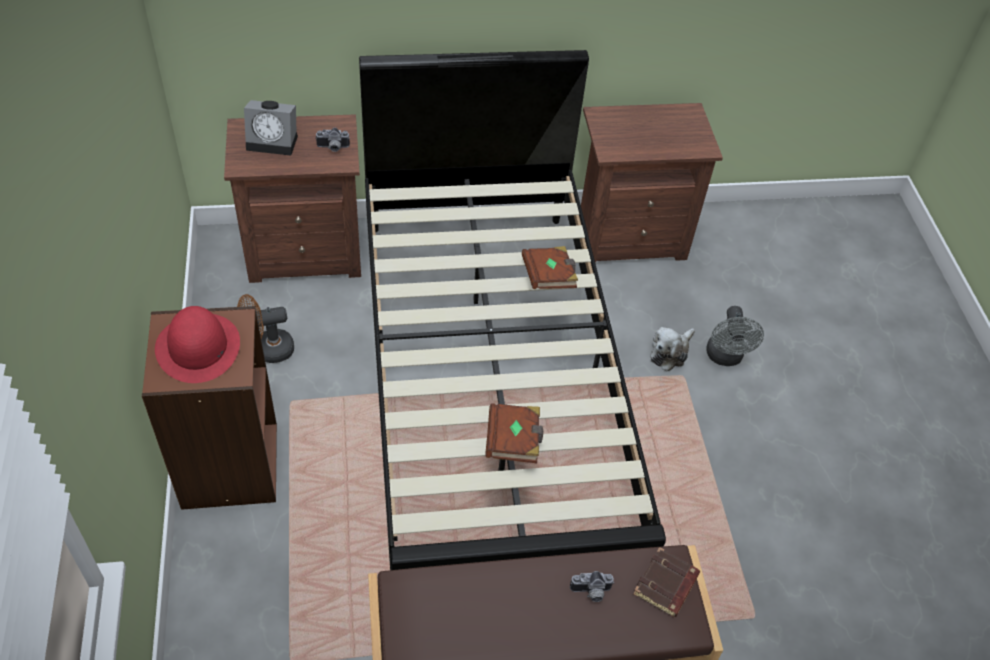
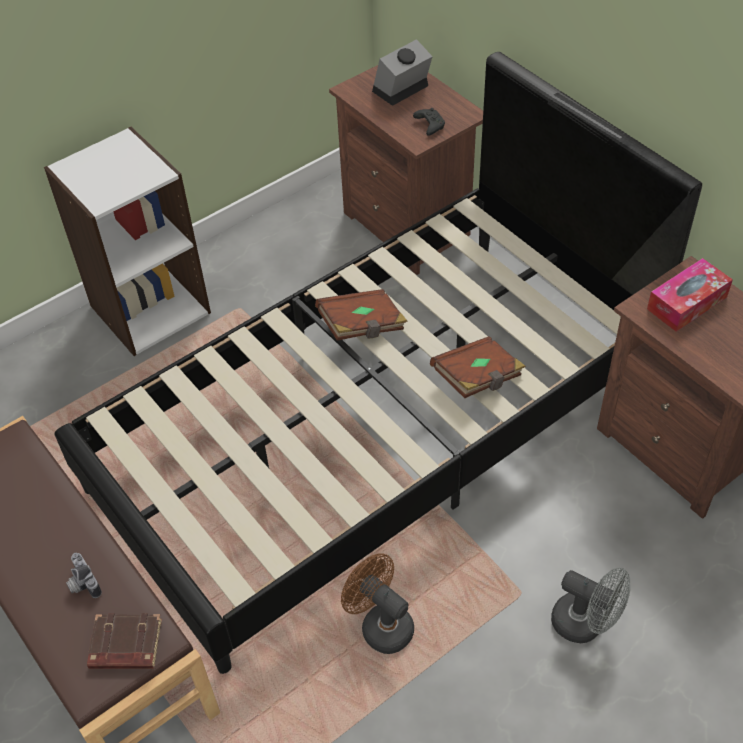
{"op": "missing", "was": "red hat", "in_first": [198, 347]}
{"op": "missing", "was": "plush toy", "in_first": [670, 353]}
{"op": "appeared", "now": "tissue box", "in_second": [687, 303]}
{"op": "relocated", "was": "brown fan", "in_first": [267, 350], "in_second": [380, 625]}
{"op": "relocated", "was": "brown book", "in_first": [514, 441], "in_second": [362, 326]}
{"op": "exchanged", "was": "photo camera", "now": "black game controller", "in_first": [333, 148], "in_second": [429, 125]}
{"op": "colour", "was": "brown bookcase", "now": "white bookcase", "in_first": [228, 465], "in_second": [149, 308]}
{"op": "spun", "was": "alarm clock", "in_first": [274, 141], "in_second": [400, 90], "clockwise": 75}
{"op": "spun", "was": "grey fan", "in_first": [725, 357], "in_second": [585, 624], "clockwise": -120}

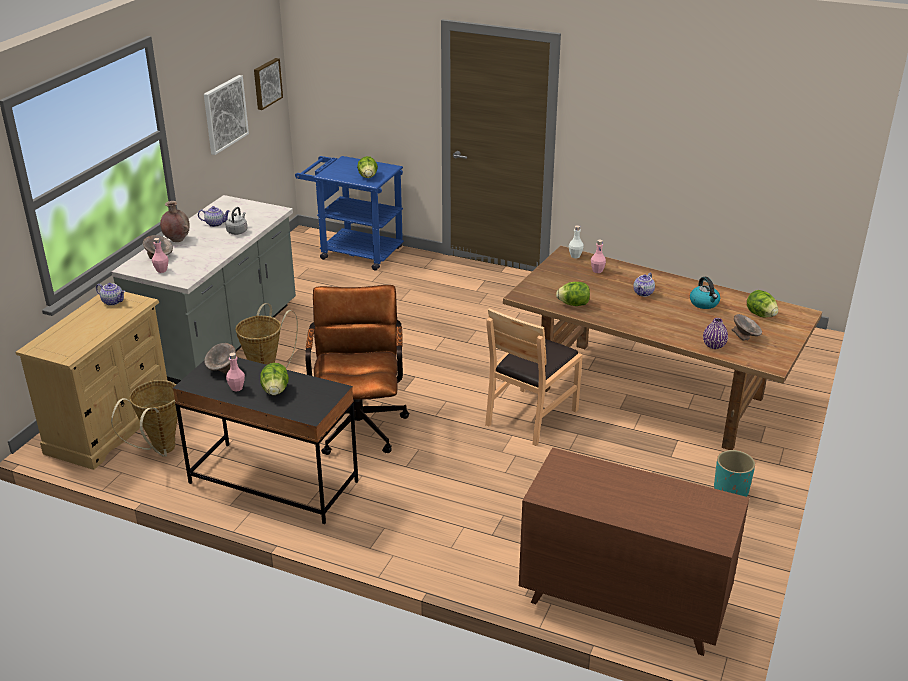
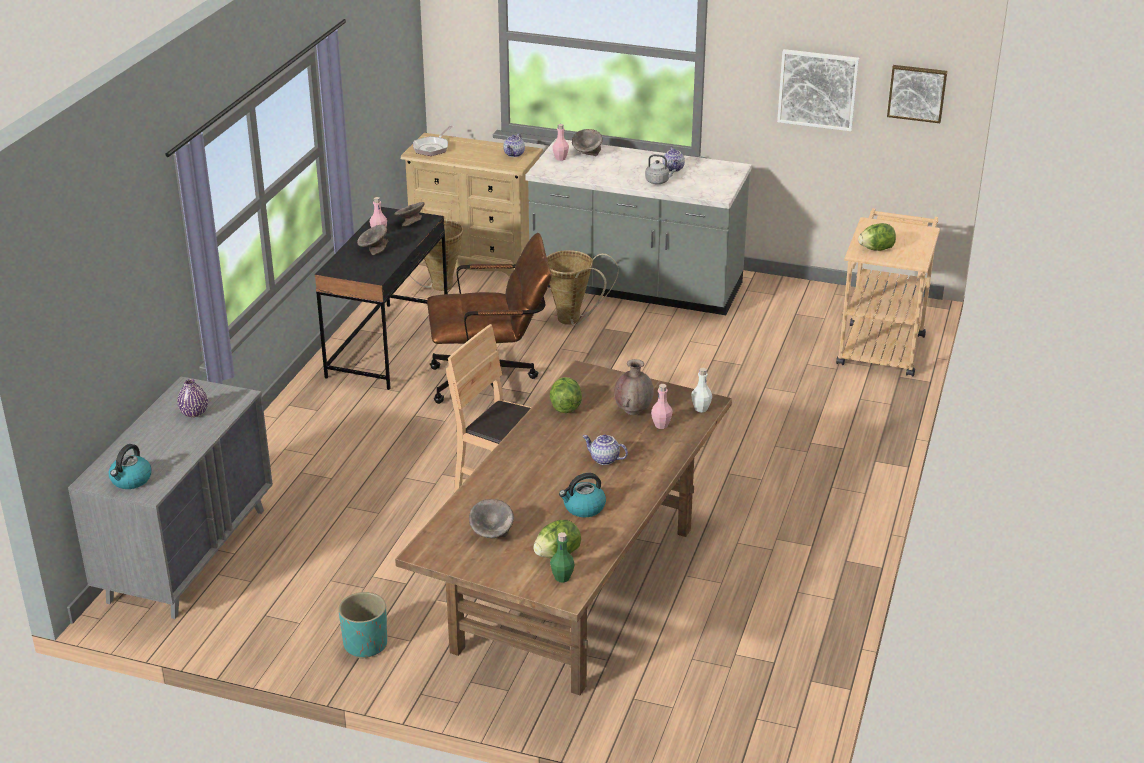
{"op": "appeared", "now": "kettle", "in_second": [131, 480]}
{"op": "appeared", "now": "frying pan", "in_second": [432, 148]}
{"op": "appeared", "now": "green bottle", "in_second": [562, 577]}
{"op": "relocated", "was": "brown vase", "in_first": [177, 240], "in_second": [633, 411]}
{"op": "relocated", "was": "purple vase", "in_first": [714, 345], "in_second": [194, 413]}
{"op": "exchanged", "was": "lettuce", "now": "grey bowl", "in_first": [275, 391], "in_second": [373, 250]}
{"op": "colour", "was": "blue cart", "now": "beige cart", "in_first": [354, 252], "in_second": [882, 345]}
{"op": "colour", "was": "brown dresser", "now": "grey dresser", "in_first": [623, 603], "in_second": [188, 554]}

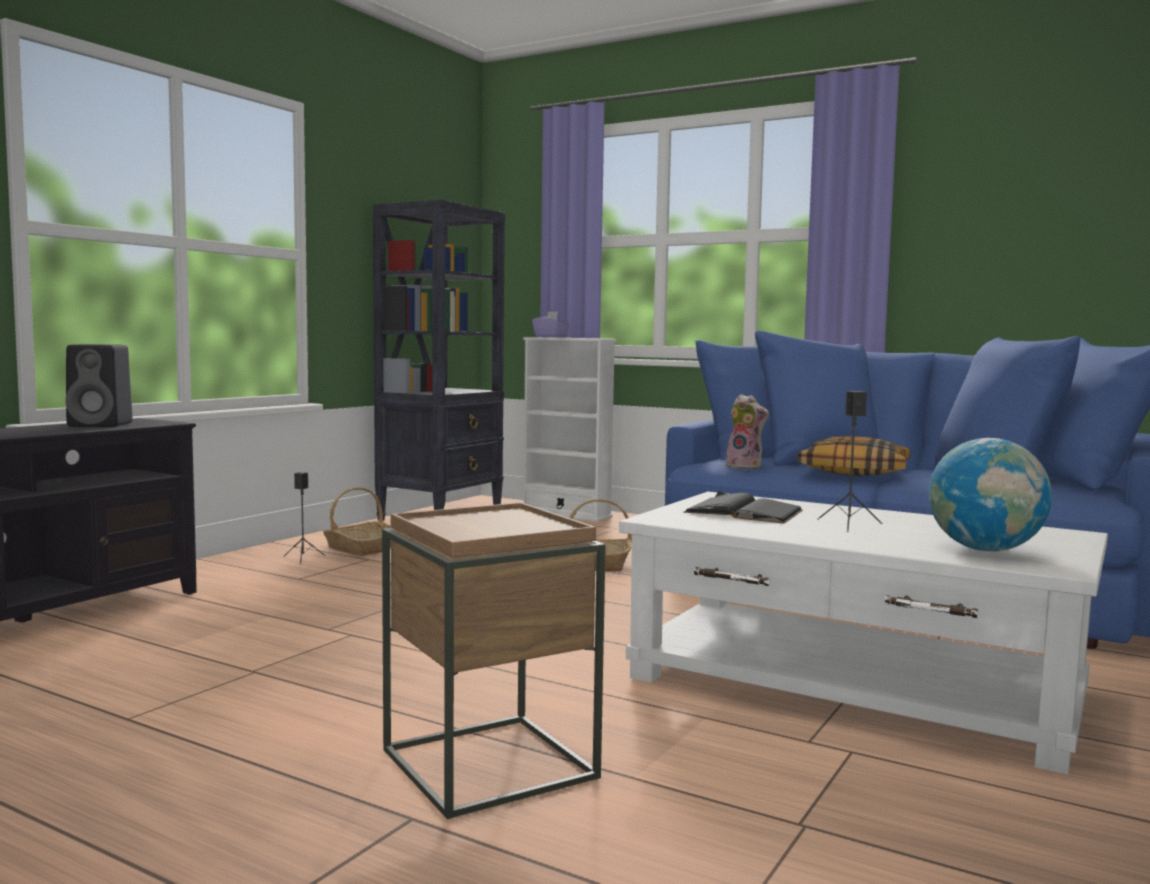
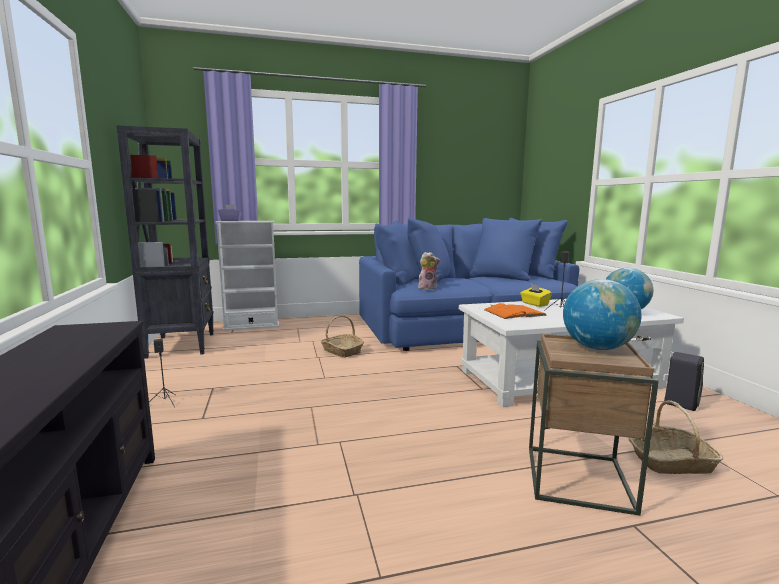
{"op": "missing", "was": "pillow", "in_first": [854, 471]}
{"op": "appeared", "now": "yellow tissue box", "in_second": [534, 304]}
{"op": "appeared", "now": "globe", "in_second": [597, 348]}
{"op": "relocated", "was": "black speaker", "in_first": [102, 425], "in_second": [681, 402]}
{"op": "relocated", "was": "basket", "in_first": [359, 548], "in_second": [671, 462]}
{"op": "colour", "was": "black book", "now": "orange book", "in_first": [743, 511], "in_second": [514, 312]}

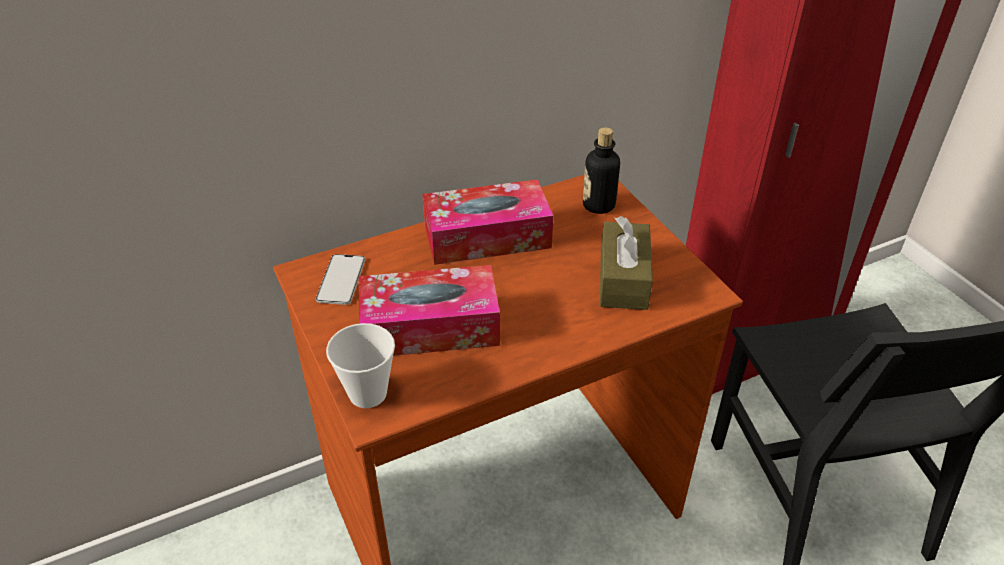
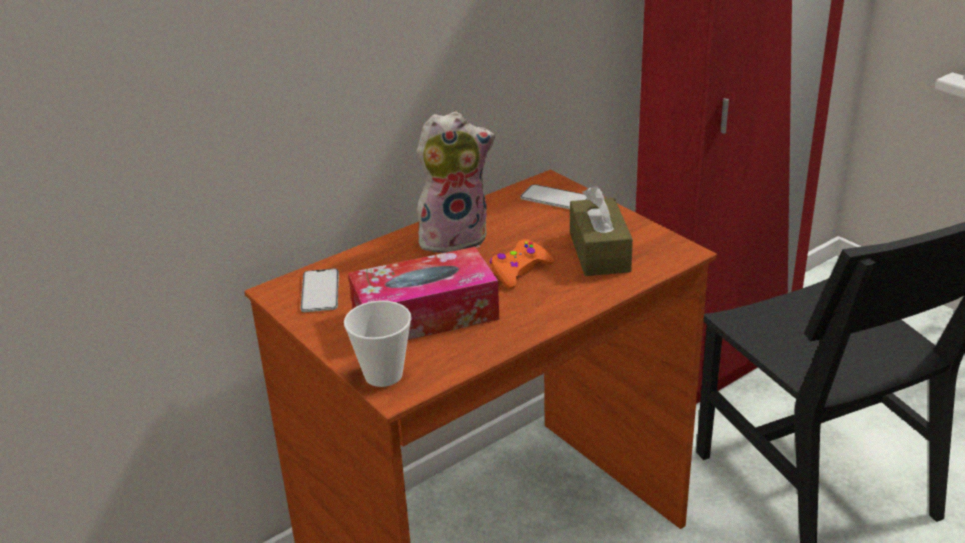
{"op": "appeared", "now": "orange game controller", "in_second": [519, 271]}
{"op": "exchanged", "was": "tissue box", "now": "plush toy", "in_first": [487, 237], "in_second": [454, 237]}
{"op": "exchanged", "was": "bottle", "now": "phone", "in_first": [598, 205], "in_second": [554, 198]}

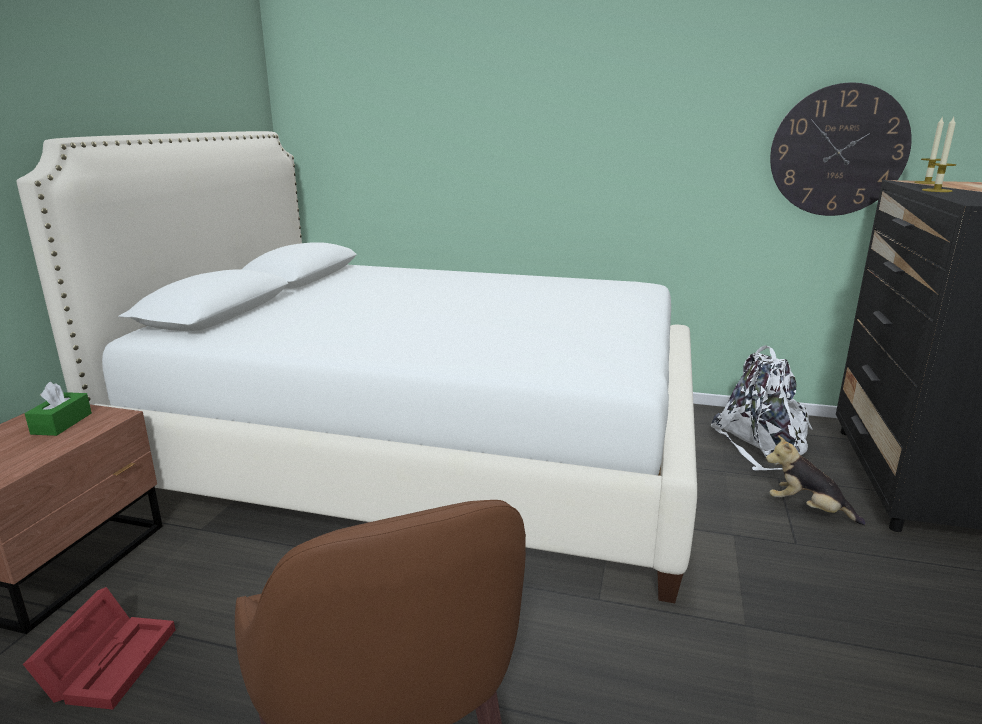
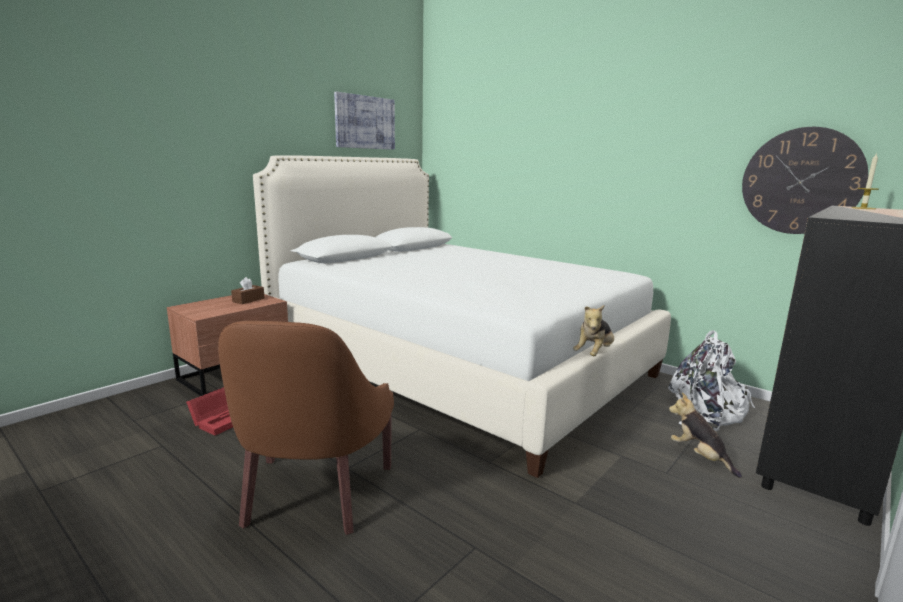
{"op": "missing", "was": "candle", "in_first": [936, 190]}
{"op": "appeared", "now": "picture", "in_second": [365, 122]}
{"op": "appeared", "now": "plush toy", "in_second": [594, 354]}
{"op": "colour", "was": "green tissue box", "now": "brown tissue box", "in_first": [62, 423], "in_second": [248, 300]}

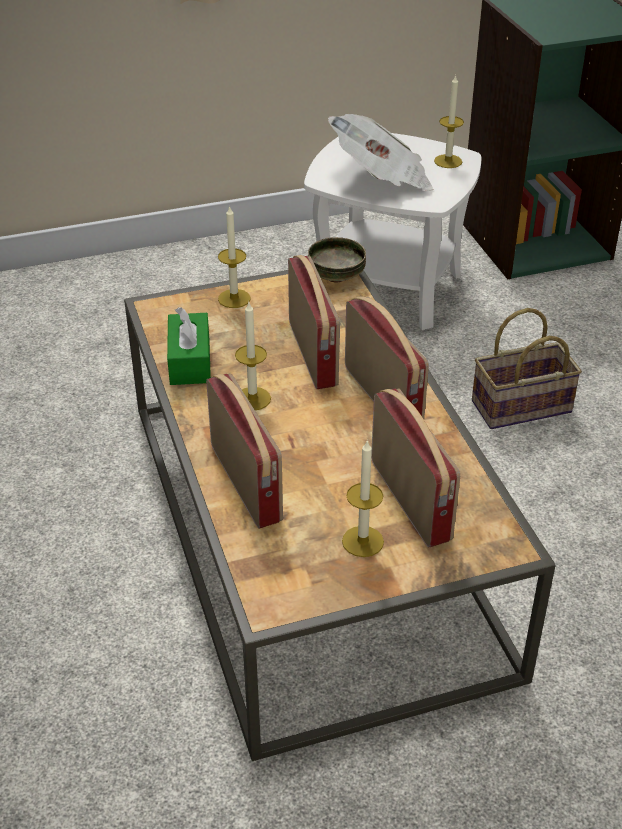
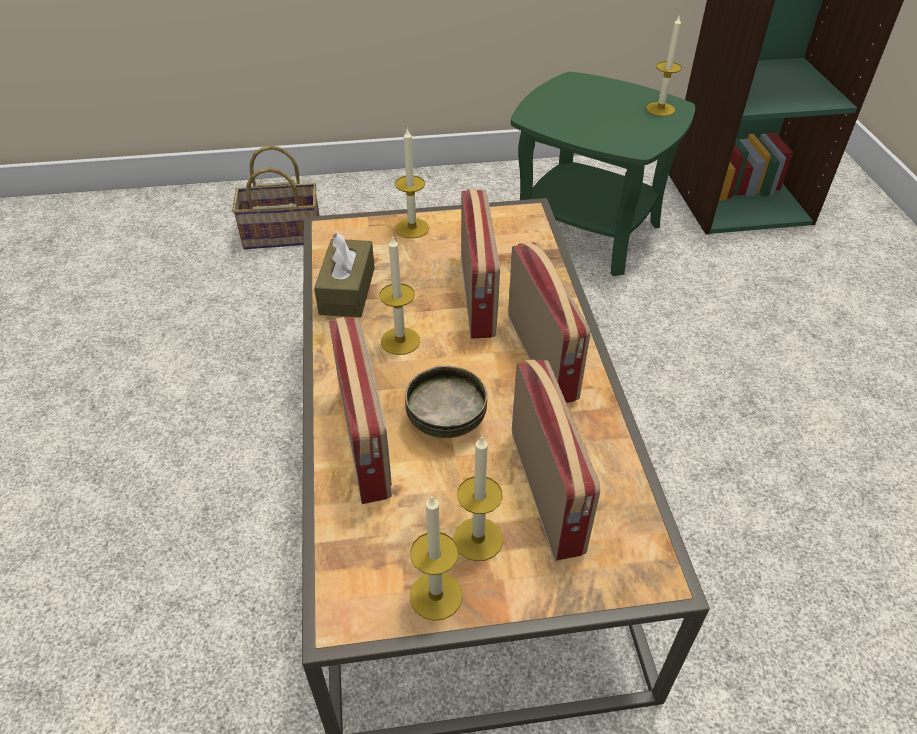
{"op": "missing", "was": "newspaper", "in_first": [382, 179]}
{"op": "appeared", "now": "candle", "in_second": [436, 595]}
{"op": "relocated", "was": "bowl", "in_first": [335, 276], "in_second": [445, 420]}
{"op": "relocated", "was": "basket", "in_first": [520, 408], "in_second": [280, 236]}
{"op": "colour", "was": "green tissue box", "now": "brown tissue box", "in_first": [190, 361], "in_second": [347, 290]}
{"op": "colour", "was": "white side table", "now": "green side table", "in_first": [388, 288], "in_second": [587, 231]}

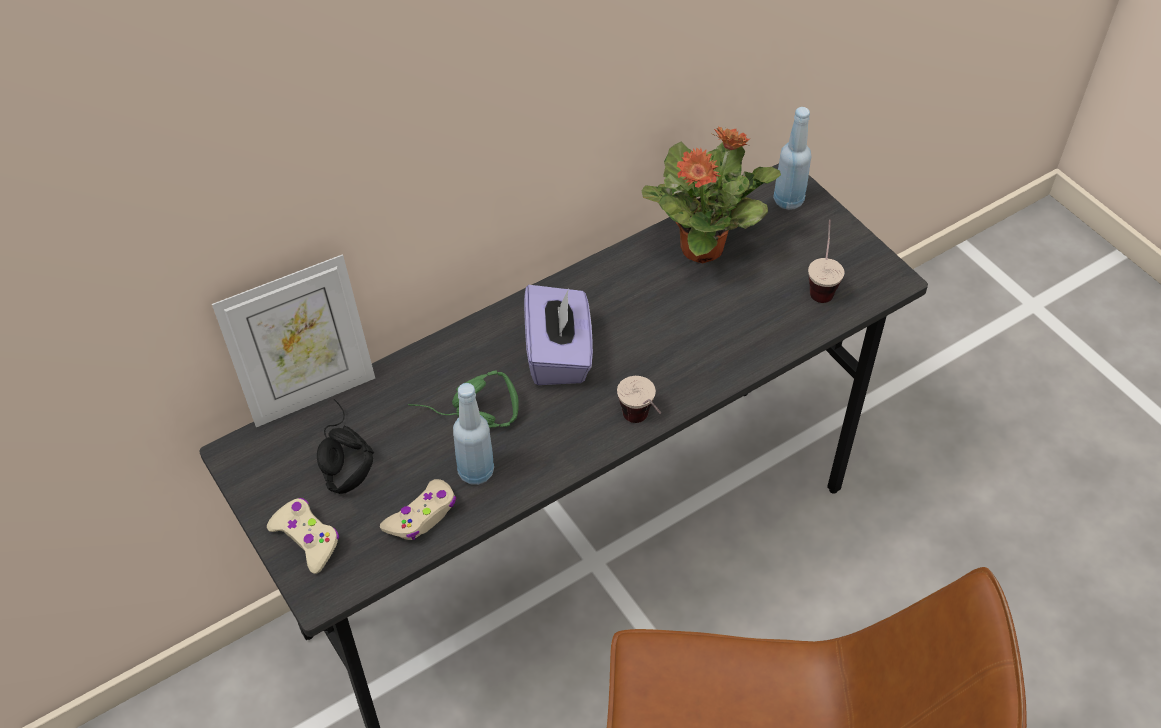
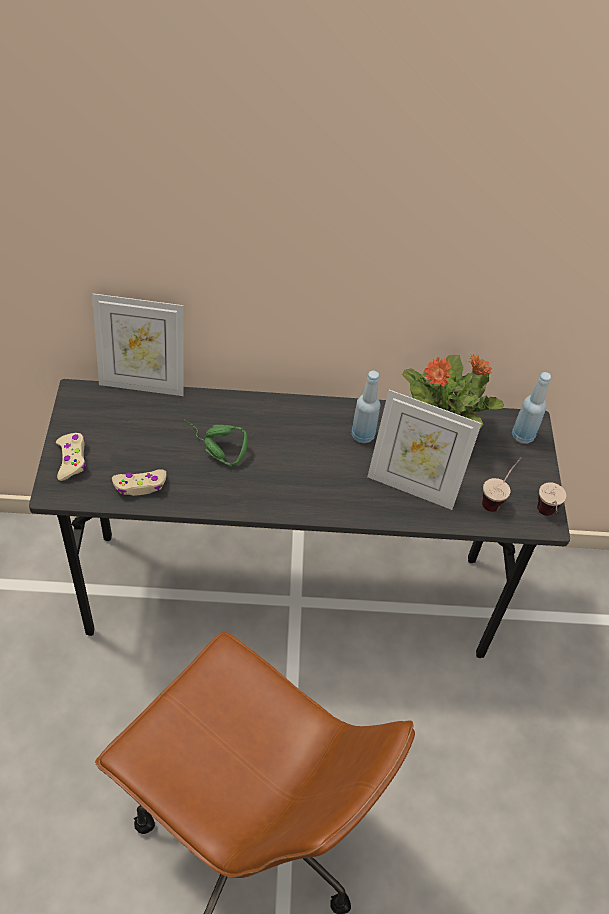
{"op": "missing", "was": "black headphones", "in_first": [337, 454]}
{"op": "missing", "was": "purple tissue box", "in_first": [559, 354]}
{"op": "appeared", "now": "picture frame", "in_second": [412, 486]}
{"op": "relocated", "was": "blue bottle", "in_first": [476, 472], "in_second": [362, 435]}
{"op": "relocated", "was": "cup", "in_first": [642, 424], "in_second": [545, 517]}

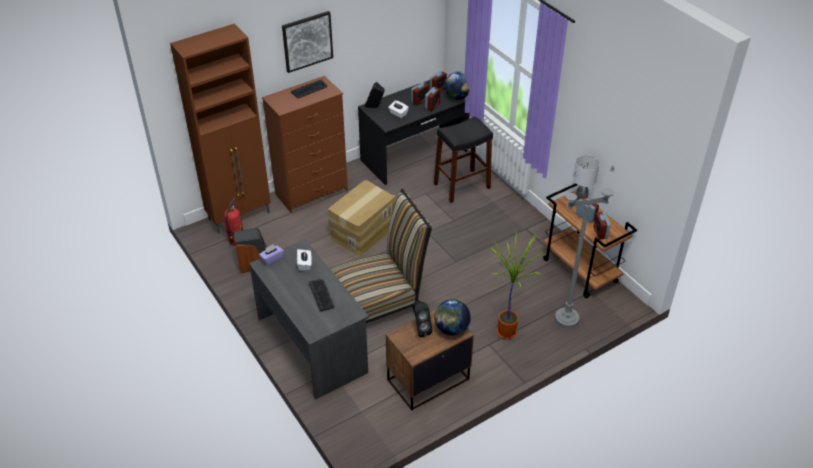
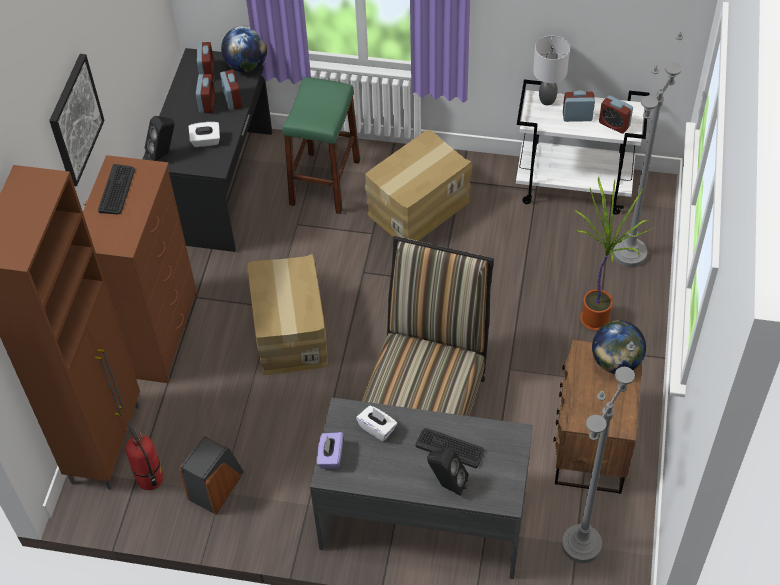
{"op": "appeared", "now": "cardboard box", "in_second": [417, 207]}
{"op": "appeared", "now": "grey floor lamp", "in_second": [581, 545]}
{"op": "relocated", "was": "black speaker", "in_first": [420, 329], "in_second": [446, 484]}
{"op": "colour", "was": "black stool", "now": "green stool", "in_first": [461, 186], "in_second": [325, 182]}
{"op": "colour", "was": "brown cart", "now": "white cart", "in_first": [580, 271], "in_second": [574, 187]}

